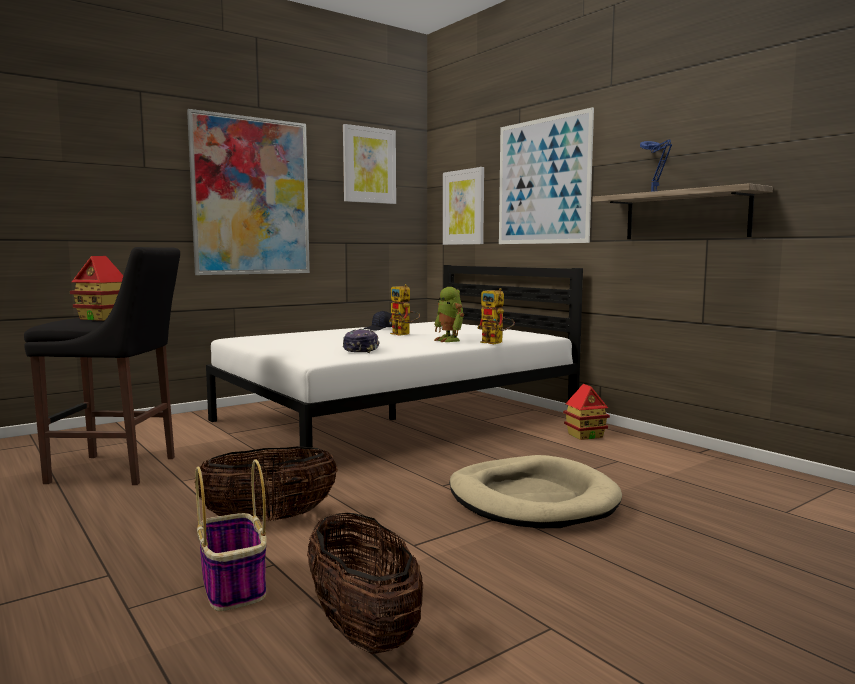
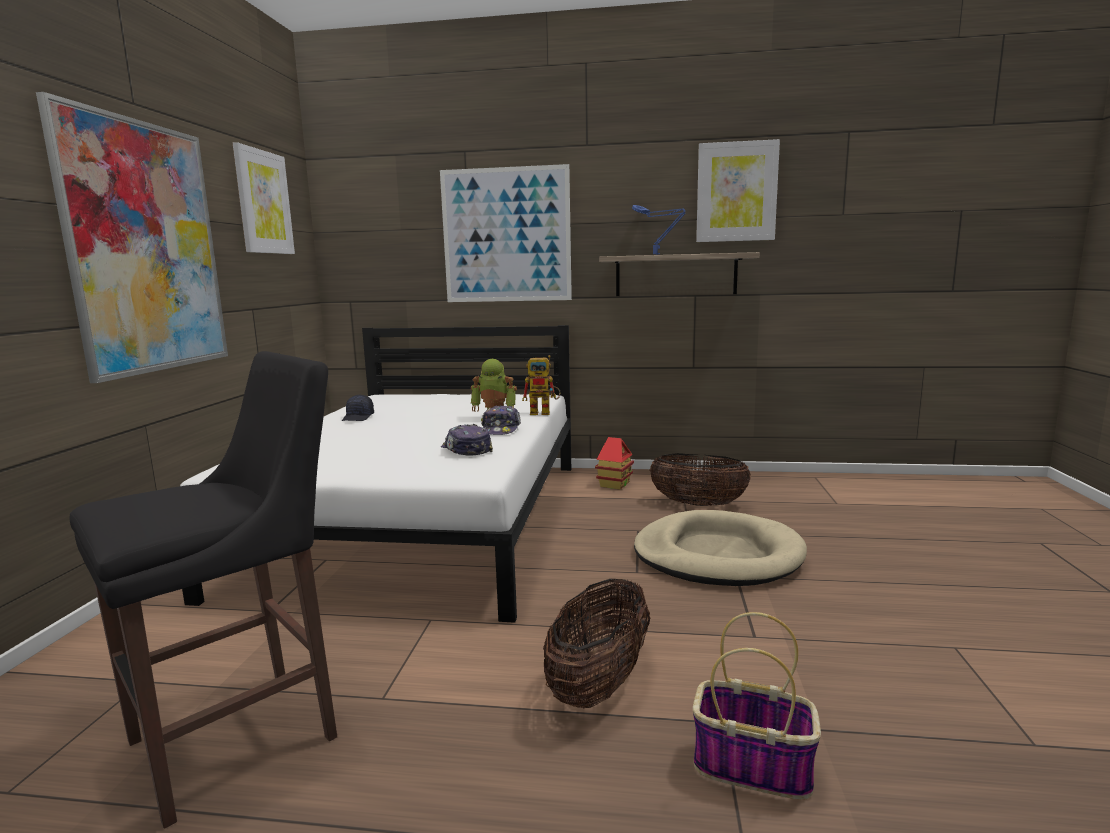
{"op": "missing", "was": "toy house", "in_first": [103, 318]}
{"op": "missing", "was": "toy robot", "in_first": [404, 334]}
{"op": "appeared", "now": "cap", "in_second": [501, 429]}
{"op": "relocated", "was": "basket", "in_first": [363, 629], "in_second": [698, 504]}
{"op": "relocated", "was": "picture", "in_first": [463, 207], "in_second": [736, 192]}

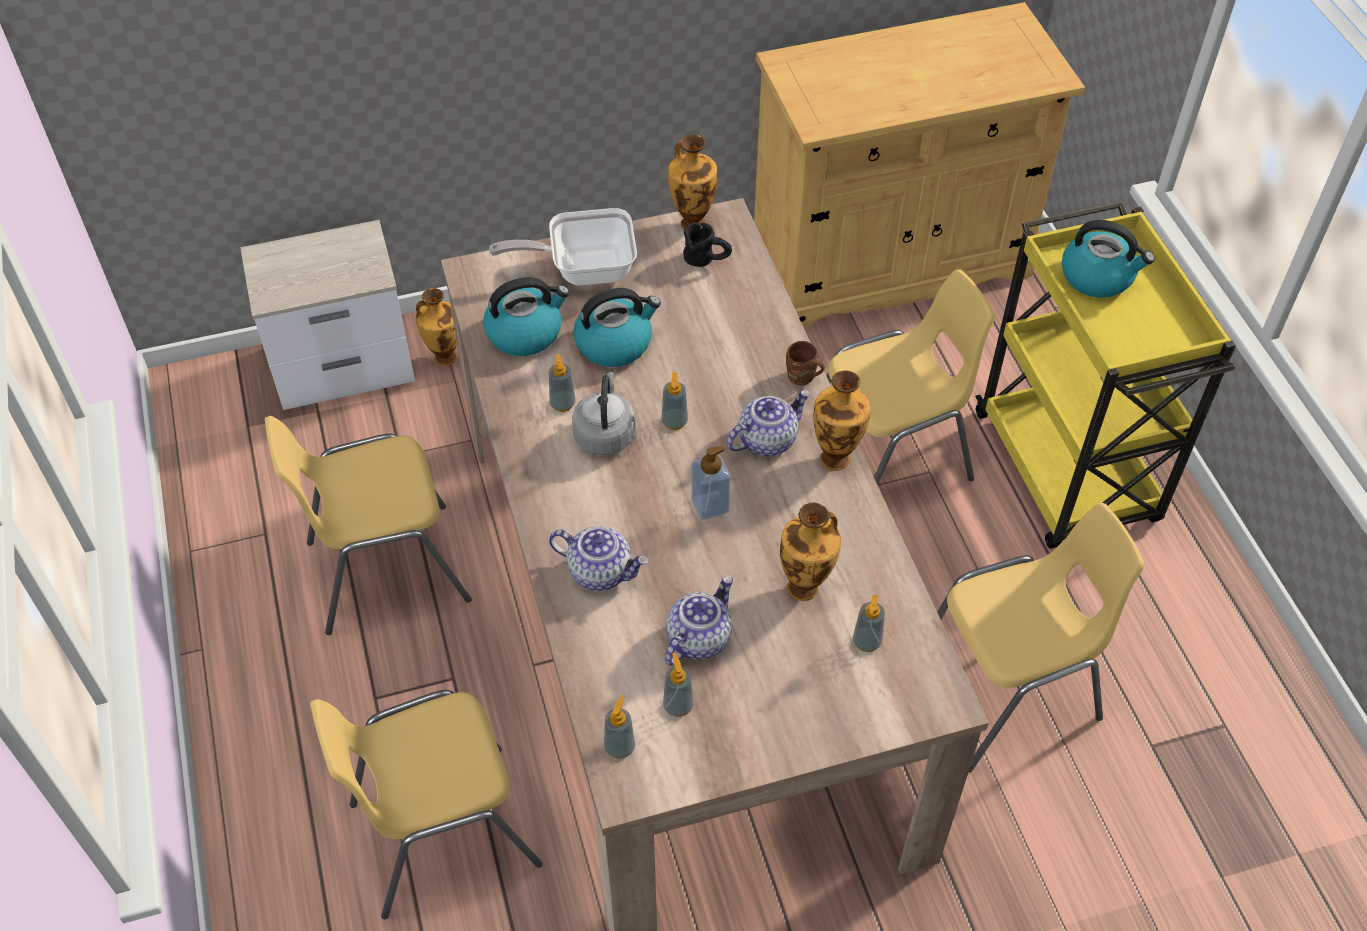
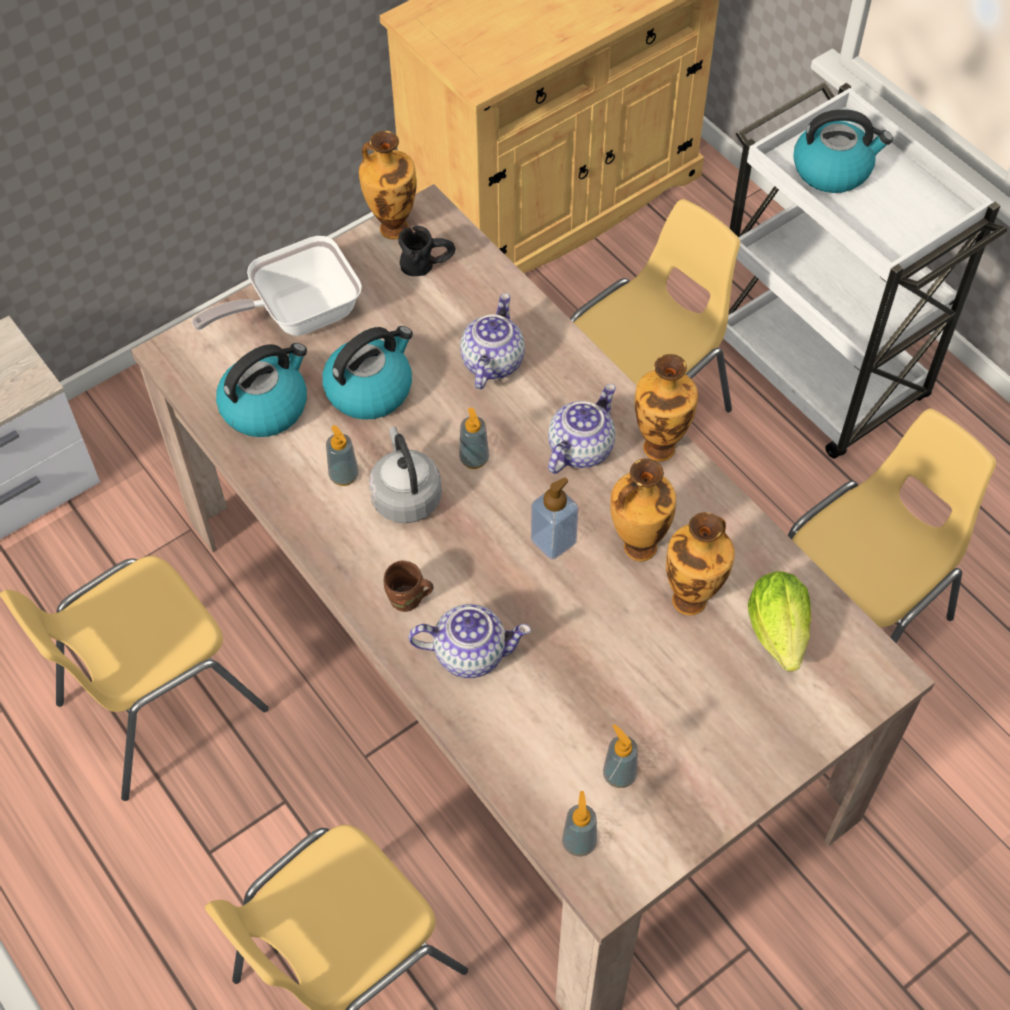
{"op": "relocated", "was": "vase", "in_first": [444, 357], "in_second": [637, 547]}
{"op": "relocated", "was": "teapot", "in_first": [698, 638], "in_second": [491, 361]}
{"op": "relocated", "was": "brown mug", "in_first": [801, 378], "in_second": [407, 601]}
{"op": "exchanged", "was": "soap dispenser", "now": "lettuce", "in_first": [866, 642], "in_second": [779, 637]}
{"op": "colour", "was": "yellow cart", "now": "white cart", "in_first": [1067, 471], "in_second": [818, 372]}

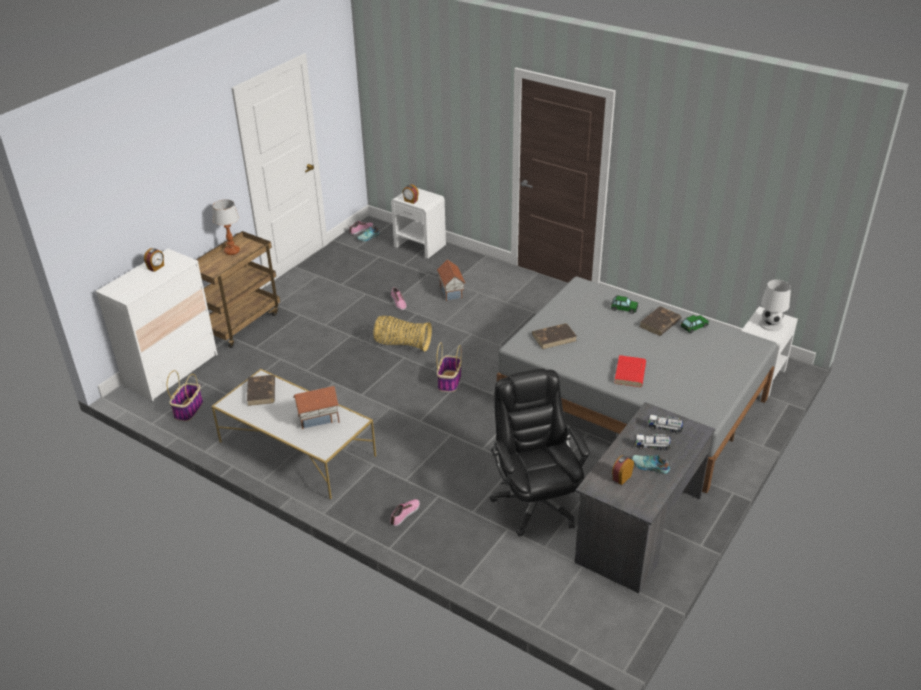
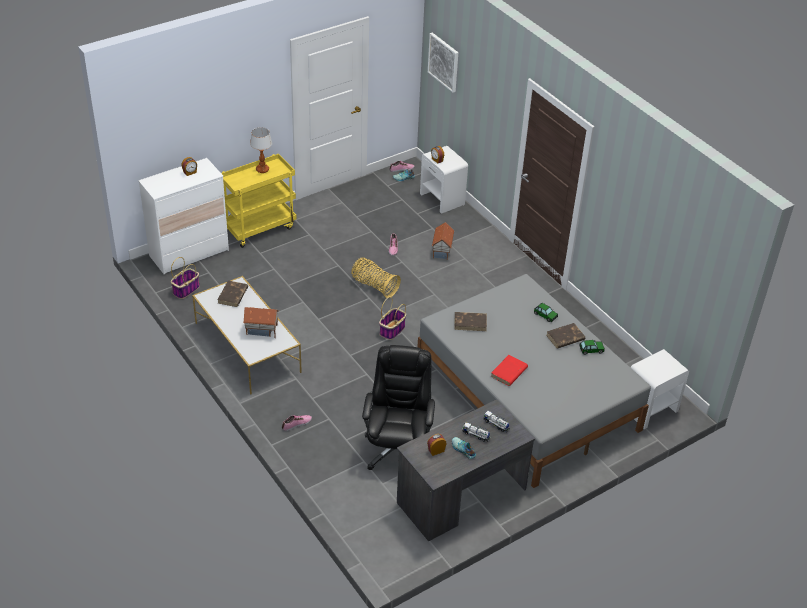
{"op": "missing", "was": "white table lamp", "in_first": [770, 324]}
{"op": "appeared", "now": "picture", "in_second": [444, 62]}
{"op": "colour", "was": "brown cart", "now": "yellow cart", "in_first": [241, 323], "in_second": [260, 228]}

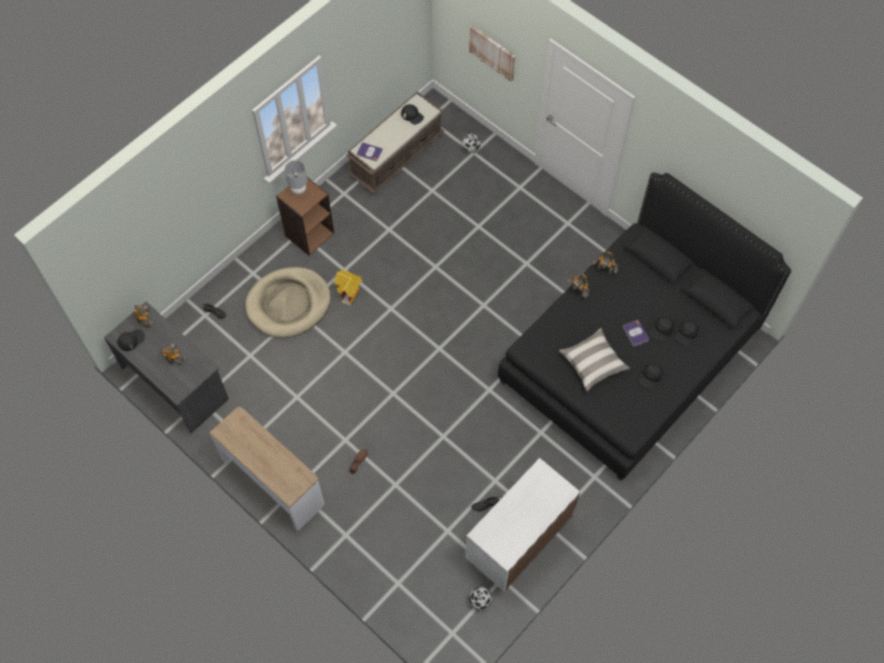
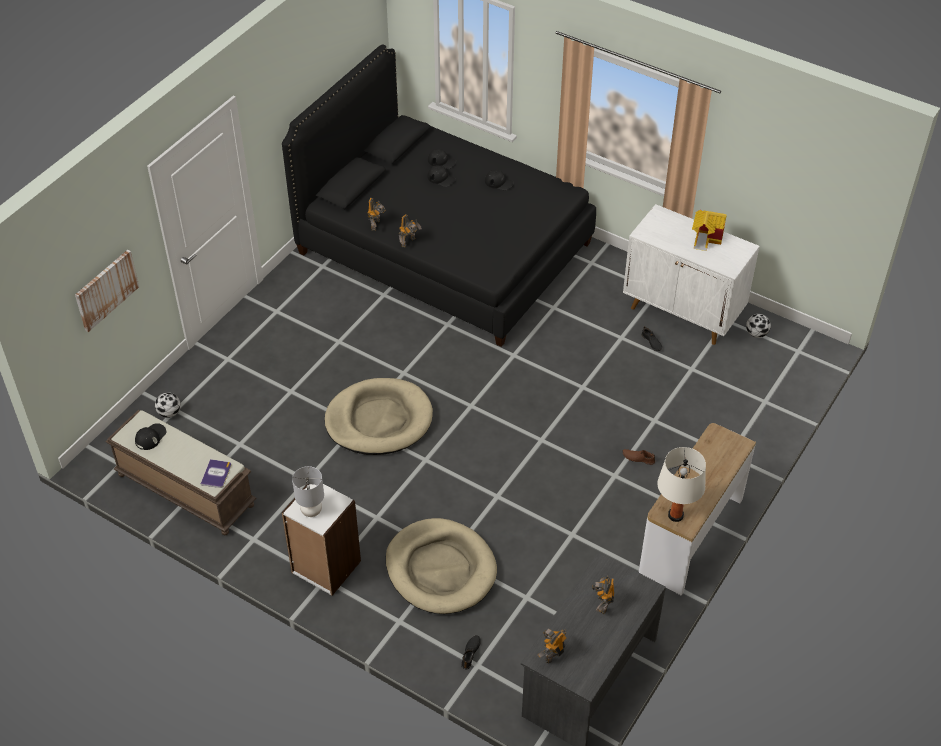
{"op": "missing", "was": "black cap", "in_first": [131, 340]}
{"op": "missing", "was": "pillow", "in_first": [593, 363]}
{"op": "missing", "was": "book", "in_first": [635, 333]}
{"op": "appeared", "now": "beige dog bed", "in_second": [379, 420]}
{"op": "appeared", "now": "white table lamp", "in_second": [675, 515]}
{"op": "relocated", "was": "toy house", "in_first": [349, 293], "in_second": [706, 239]}
{"op": "colour", "was": "brown bookcase", "now": "white bookcase", "in_first": [309, 234], "in_second": [325, 567]}

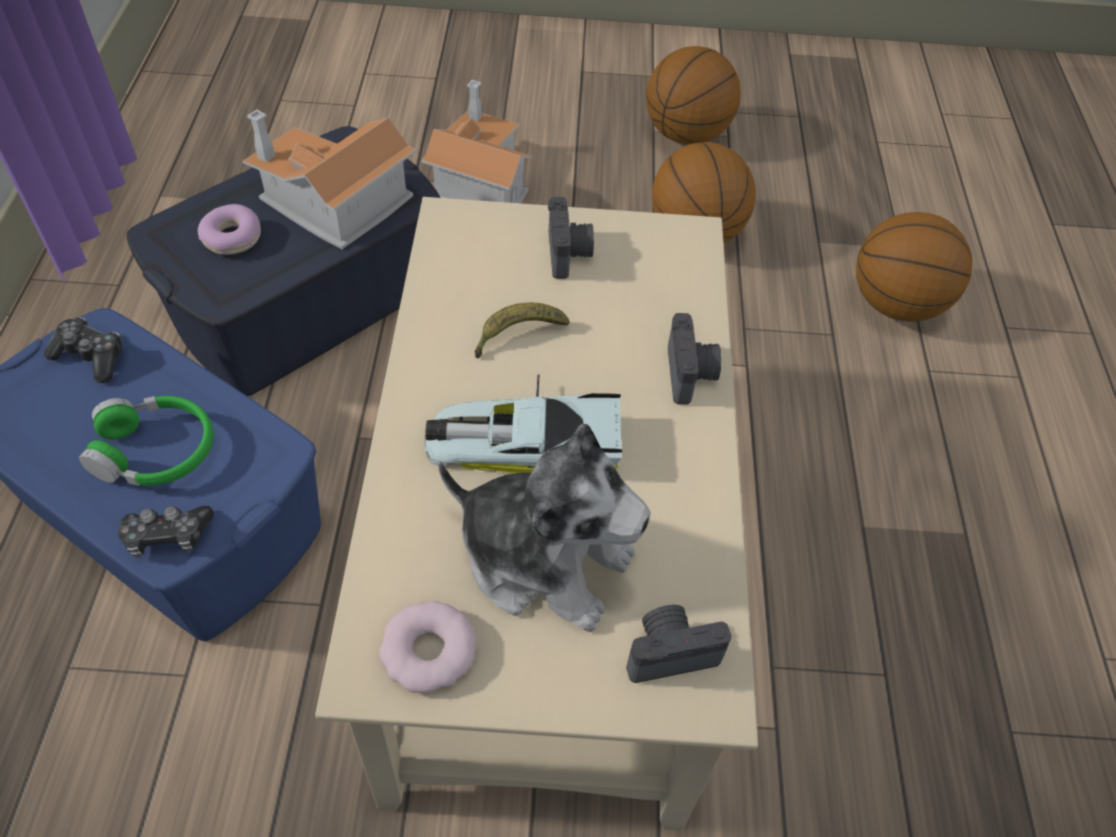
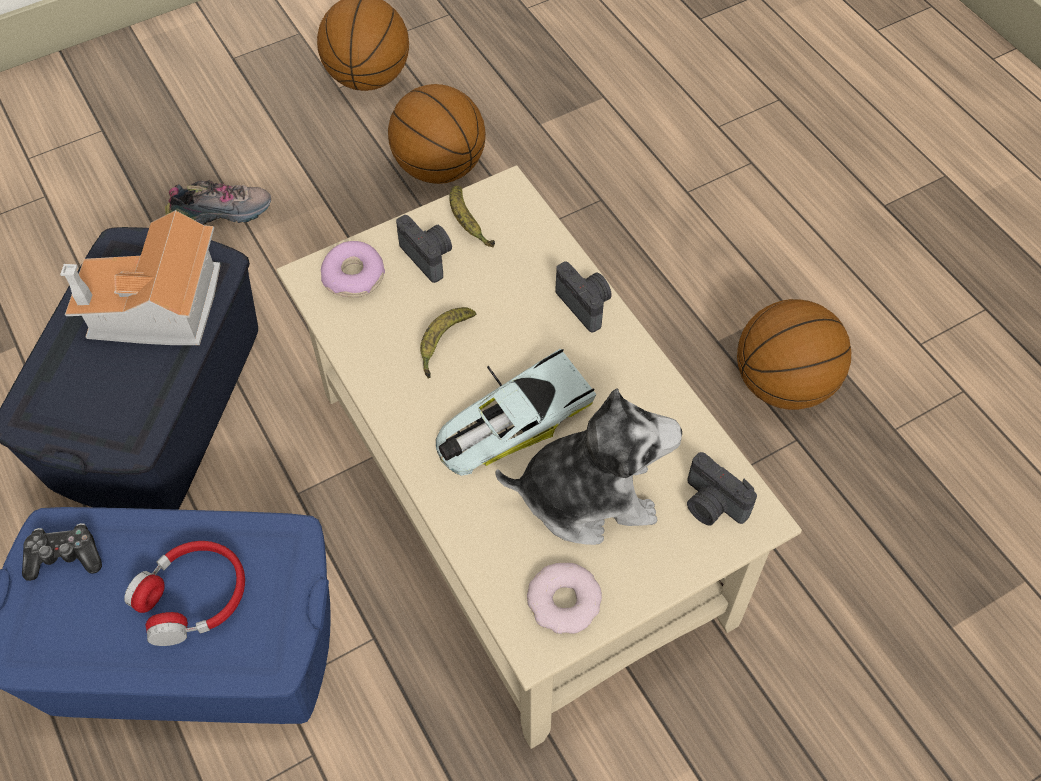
{"op": "missing", "was": "game controller", "in_first": [167, 536]}
{"op": "appeared", "now": "banana", "in_second": [467, 223]}
{"op": "relocated", "was": "donut", "in_first": [232, 238], "in_second": [354, 277]}
{"op": "relocated", "was": "basketball", "in_first": [896, 305], "in_second": [783, 384]}
{"op": "exchanged", "was": "toy house", "now": "shoe", "in_first": [479, 181], "in_second": [221, 213]}
{"op": "colour", "was": "green headphones", "now": "red headphones", "in_first": [155, 452], "in_second": [193, 598]}
{"op": "spun", "was": "photo camera", "in_first": [669, 651], "in_second": [711, 505], "clockwise": -90}

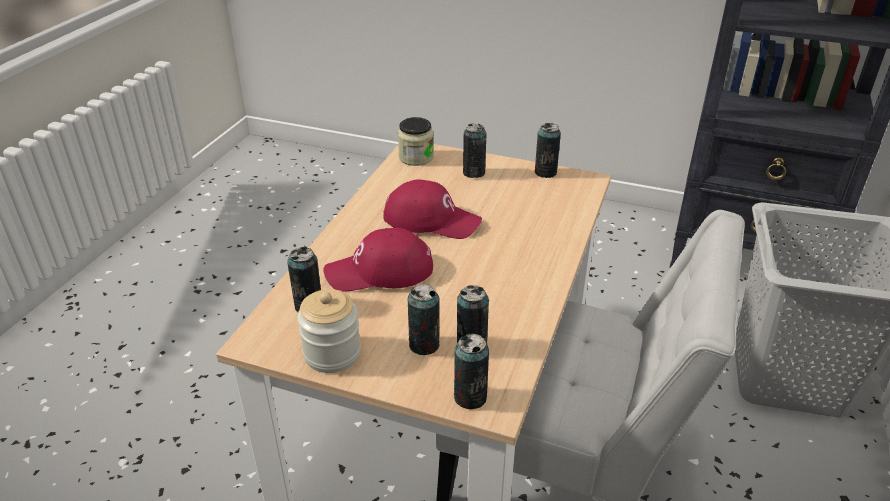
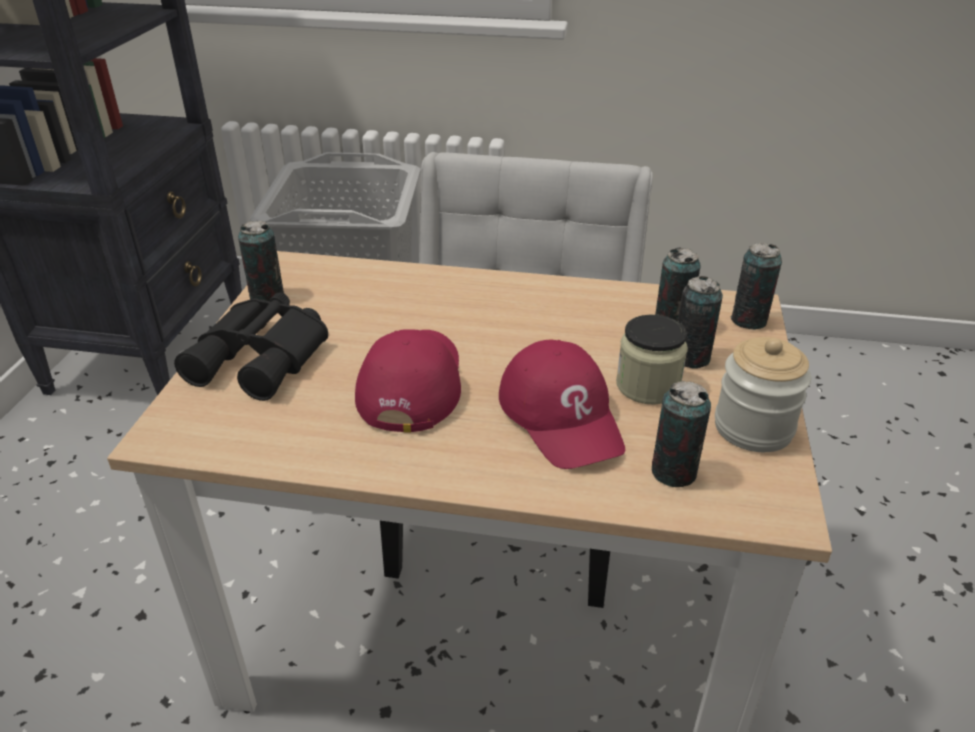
{"op": "relocated", "was": "jar", "in_first": [416, 157], "in_second": [648, 386]}
{"op": "exchanged", "was": "can", "now": "black binoculars", "in_first": [474, 173], "in_second": [263, 358]}

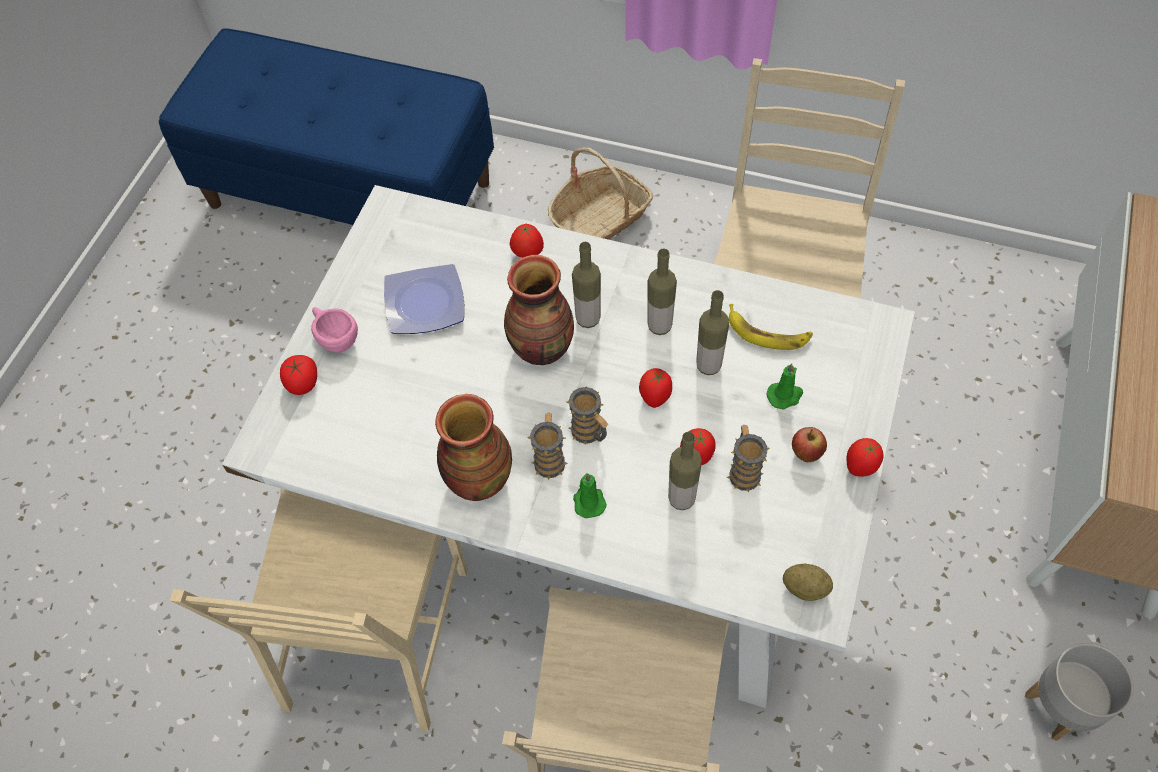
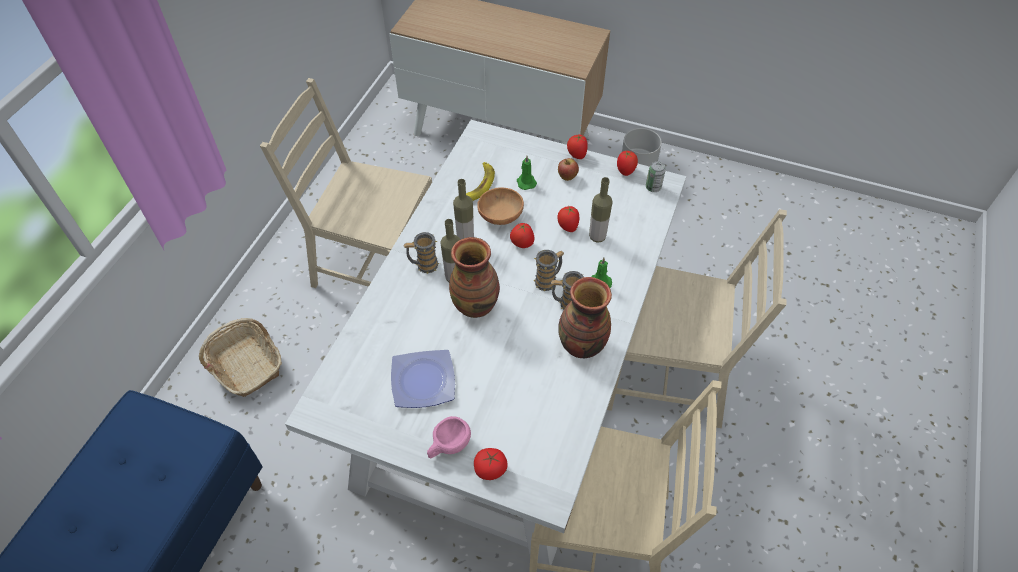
{"op": "relocated", "was": "tomato", "in_first": [527, 253], "in_second": [625, 171]}
{"op": "relocated", "was": "mug", "in_first": [743, 471], "in_second": [423, 265]}
{"op": "exchanged", "was": "bottle", "now": "brown bowl", "in_first": [708, 366], "in_second": [500, 216]}
{"op": "exchanged", "was": "potato", "now": "can", "in_first": [805, 588], "in_second": [653, 187]}

